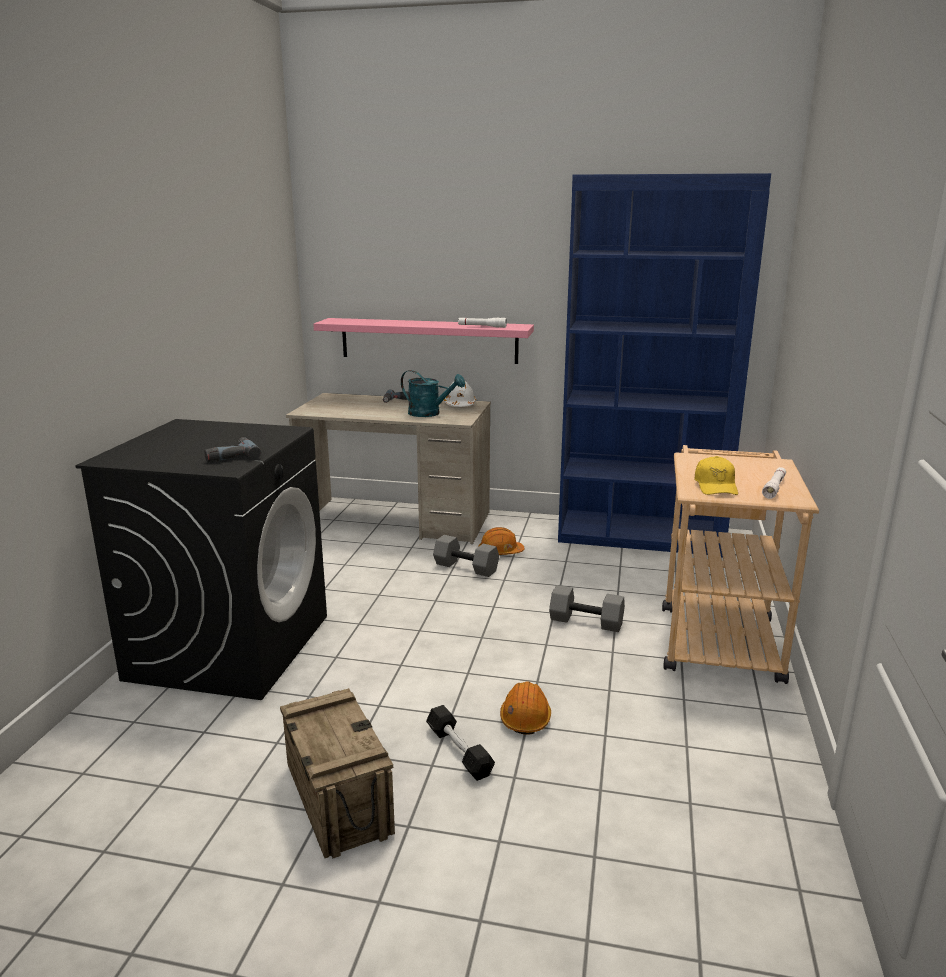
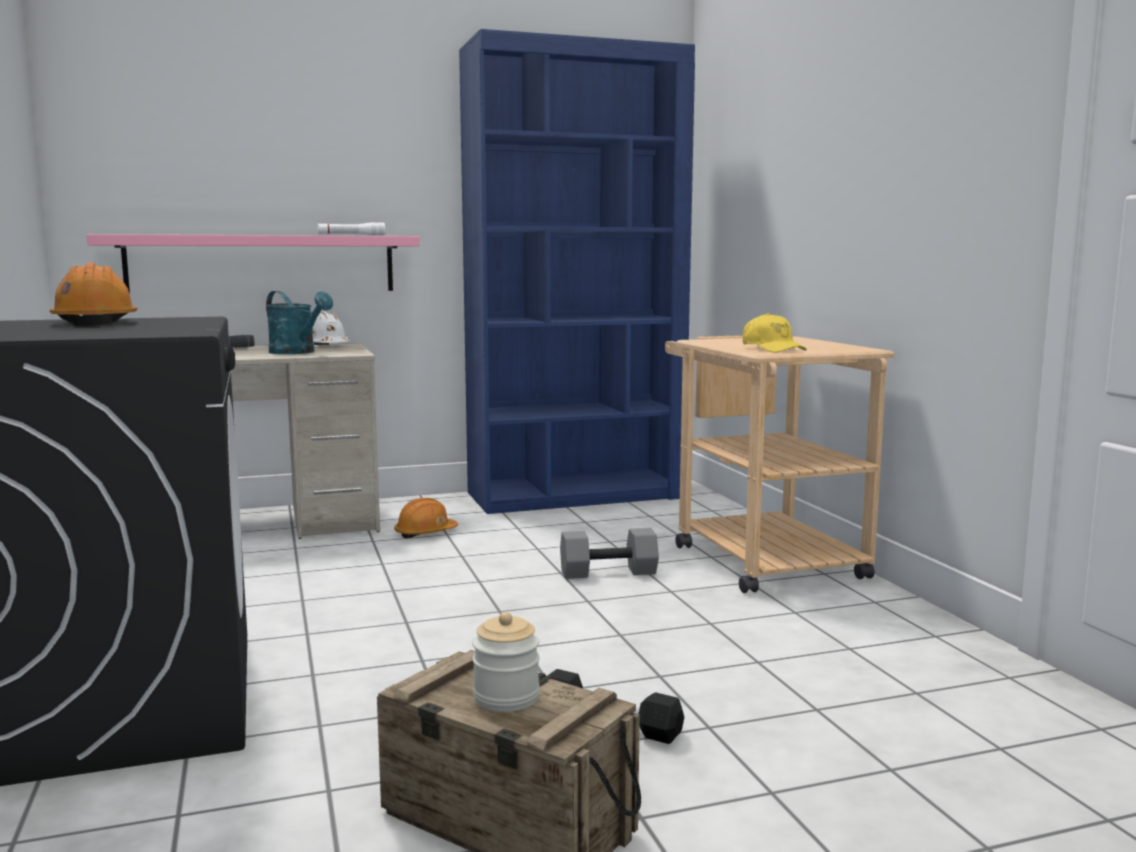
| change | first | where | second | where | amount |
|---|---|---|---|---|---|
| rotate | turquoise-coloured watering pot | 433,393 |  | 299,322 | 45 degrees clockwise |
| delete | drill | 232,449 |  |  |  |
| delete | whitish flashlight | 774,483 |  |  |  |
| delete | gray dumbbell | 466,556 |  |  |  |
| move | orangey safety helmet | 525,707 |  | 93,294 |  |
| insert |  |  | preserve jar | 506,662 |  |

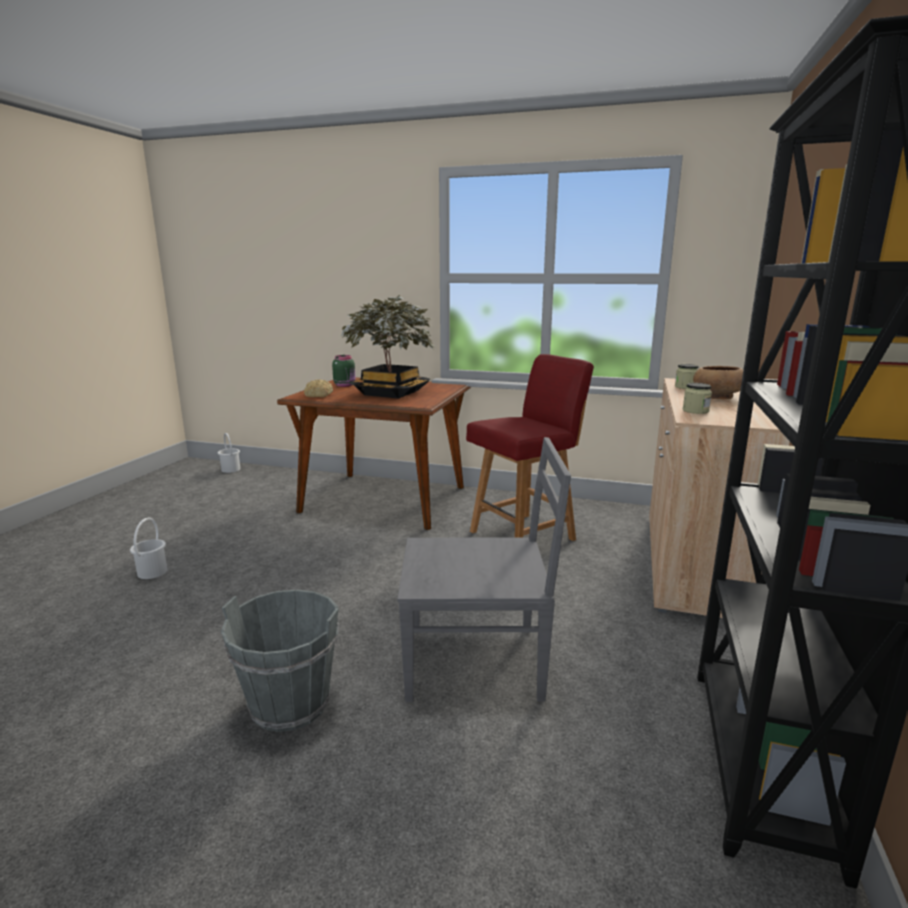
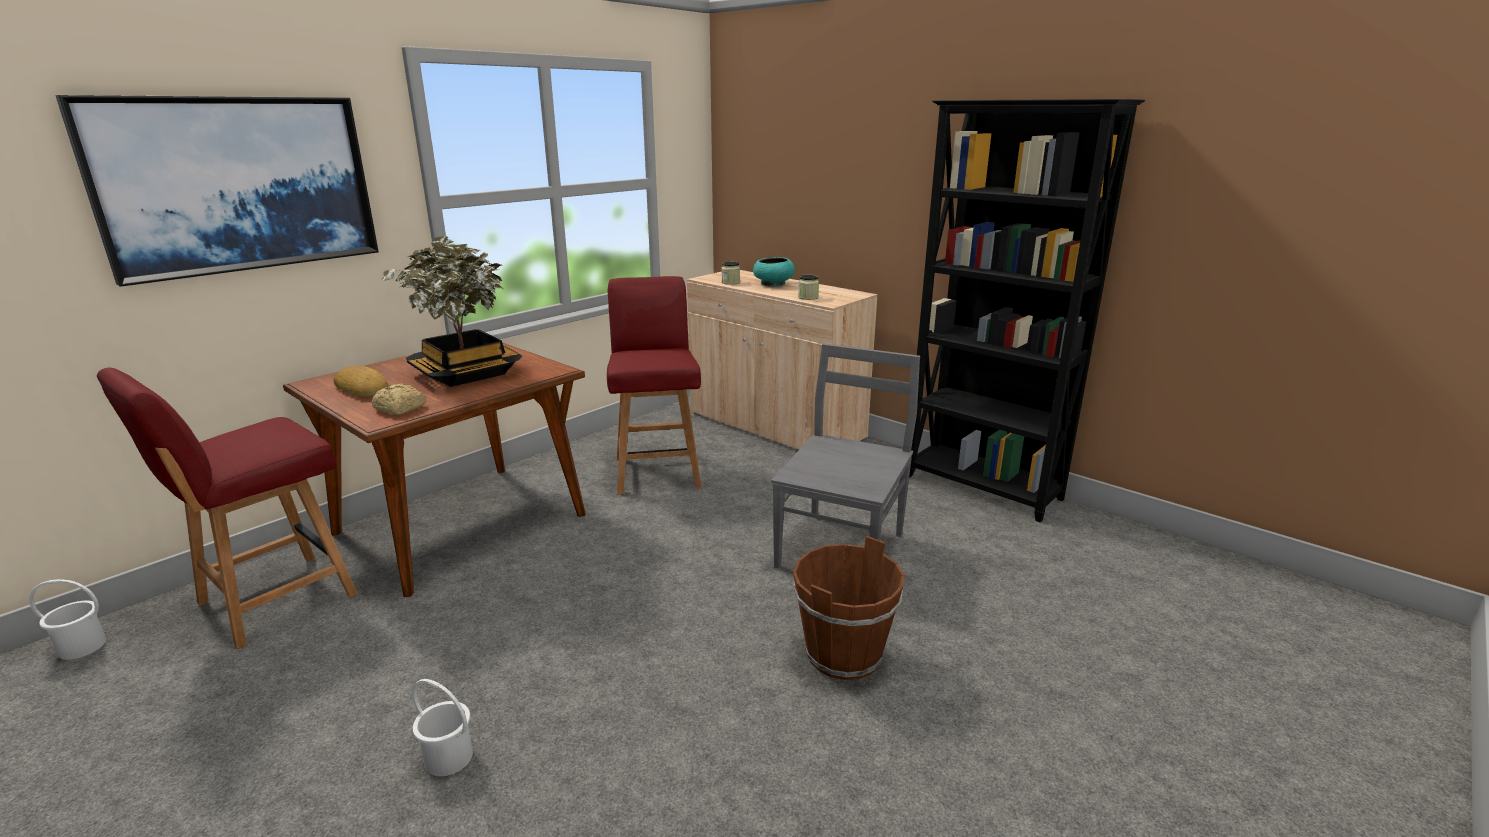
| change | first | where | second | where | amount |
|---|---|---|---|---|---|
| replace | green-coloured preserve jar | 344,371 | bread | 361,381 |  |
| recolor | brown bowl | 718,382 | turquoise-coloured bowl | 774,272 |  |
| recolor | gray bucket | 280,660 | brown bucket | 849,608 |  |
| insert |  |  | picture | 217,191 |  |
| insert |  |  | red upright chair | 227,508 |  |

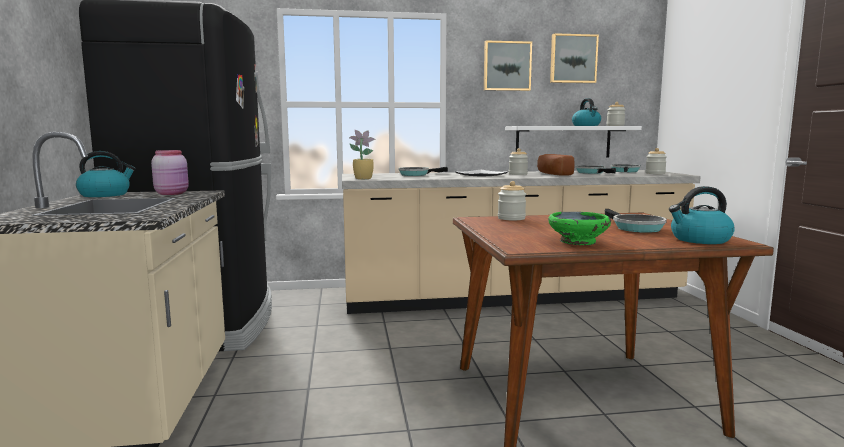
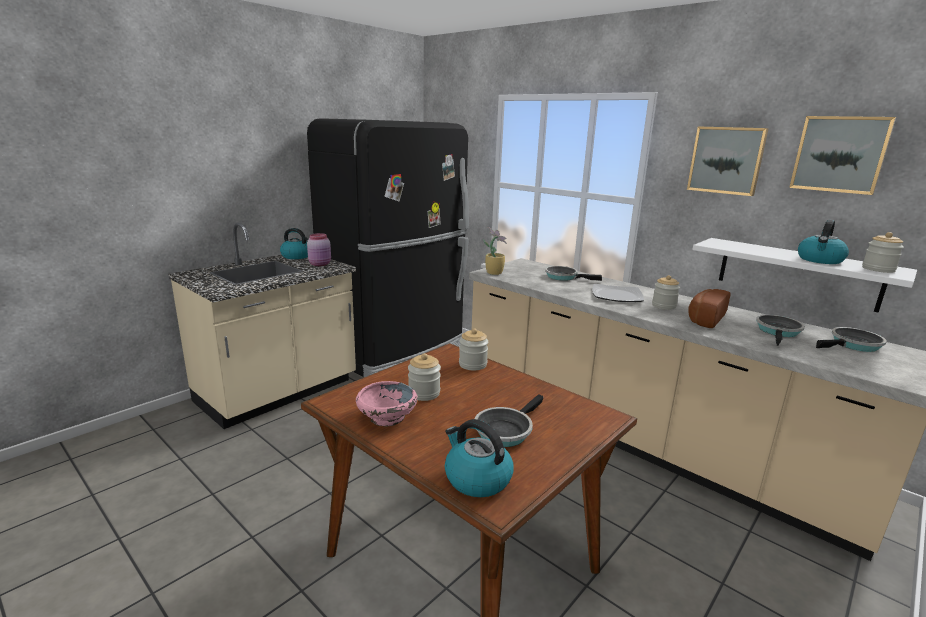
| change | first | where | second | where | amount |
|---|---|---|---|---|---|
| move | preserve jar | 656,161 |  | 424,377 |  |
| recolor | green-coloured bowl | 579,228 | pink bowl | 387,404 |  |

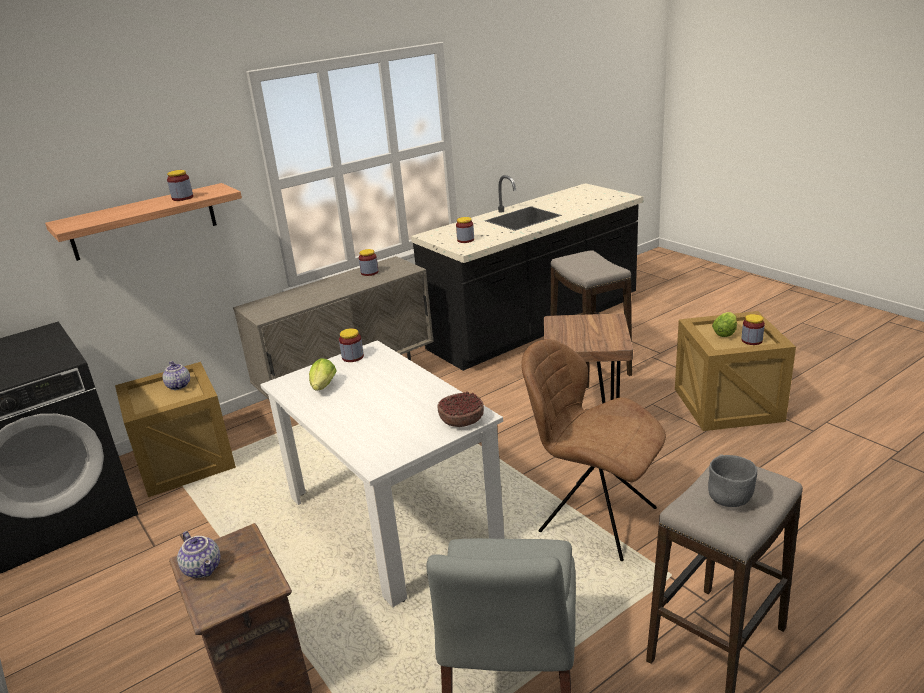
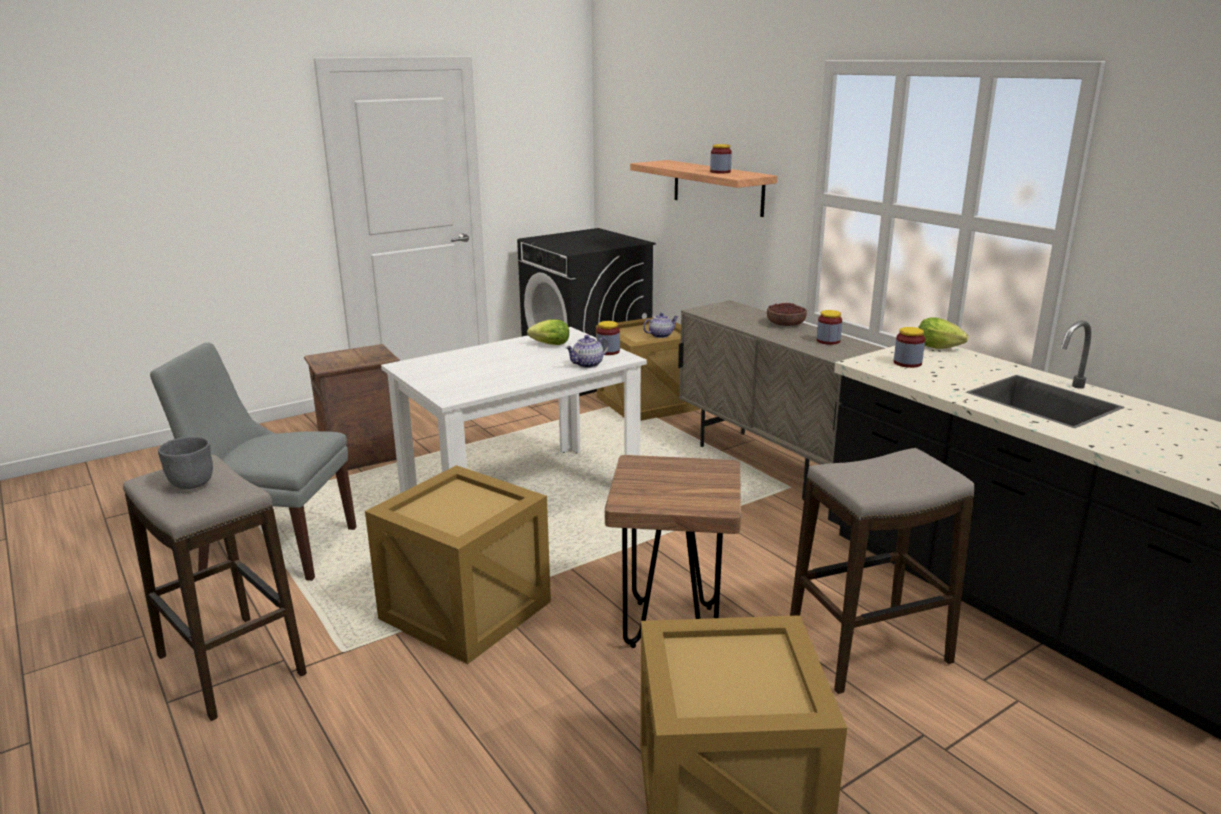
| change | first | where | second | where | amount |
|---|---|---|---|---|---|
| move | head of lettuce | 724,324 |  | 943,333 |  |
| delete | preserve jar | 753,329 |  |  |  |
| replace | brown upright chair | 593,450 | packing crate | 458,564 |  |
| move | bowl | 461,409 |  | 787,314 |  |
| move | tea pot | 198,554 |  | 587,351 |  |

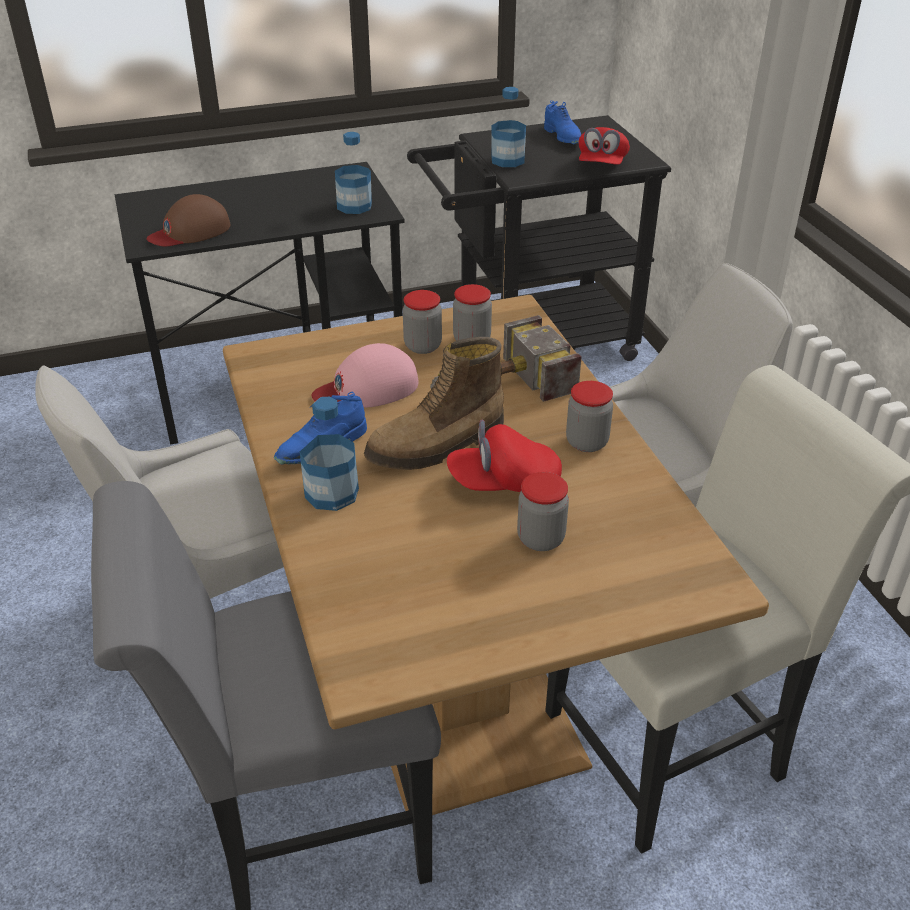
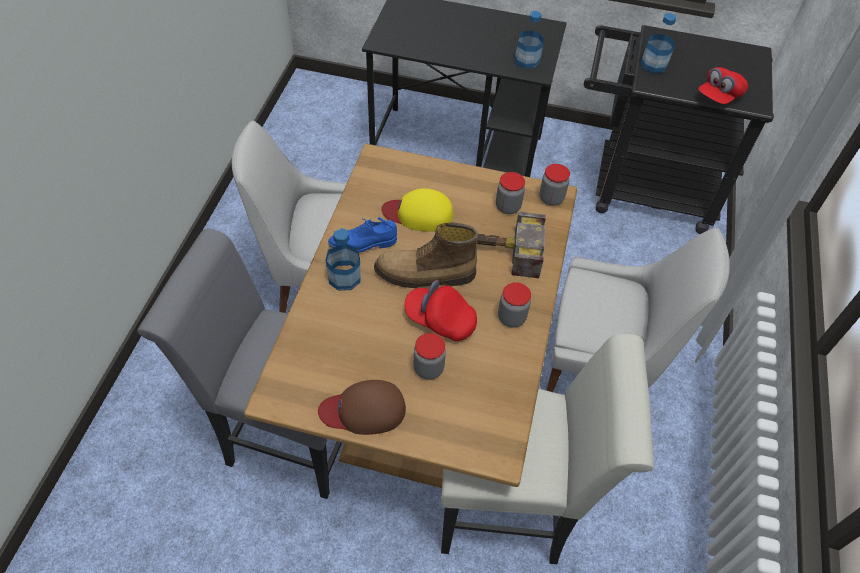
| change | first | where | second | where | amount |
|---|---|---|---|---|---|
| delete | bluish item of footwear | 562,122 |  |  |  |
| move | brown baseball cap | 188,220 |  | 362,407 |  |
| move | preserve jar | 422,322 |  | 554,185 |  |
| recolor | pink baseball cap | 364,375 | yellow baseball cap | 417,210 |  |

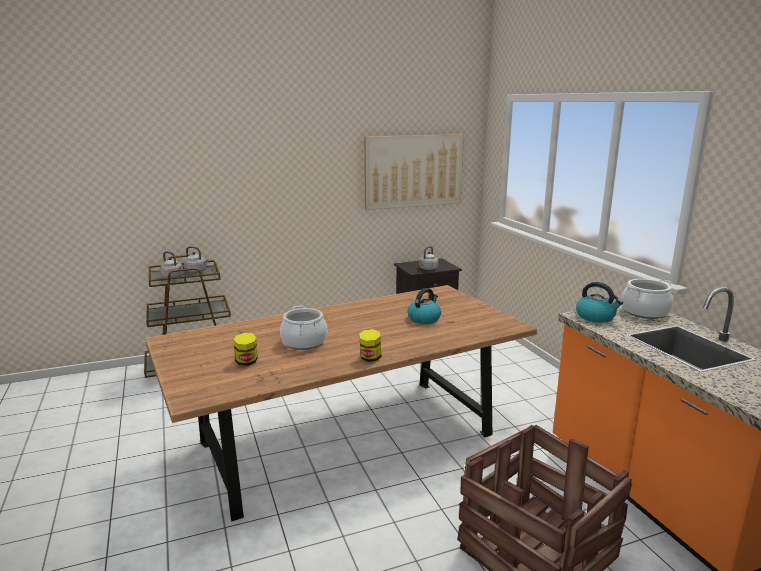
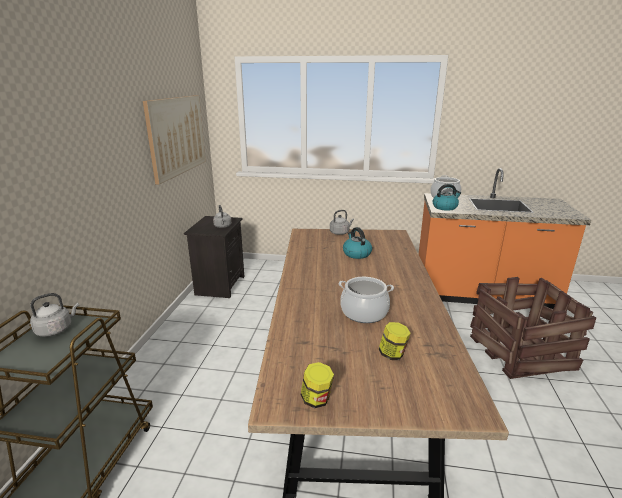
| change | first | where | second | where | amount |
|---|---|---|---|---|---|
| move | gray tea kettle | 172,264 |  | 342,222 |  |
| move | preserve jar | 370,345 |  | 317,385 |  |

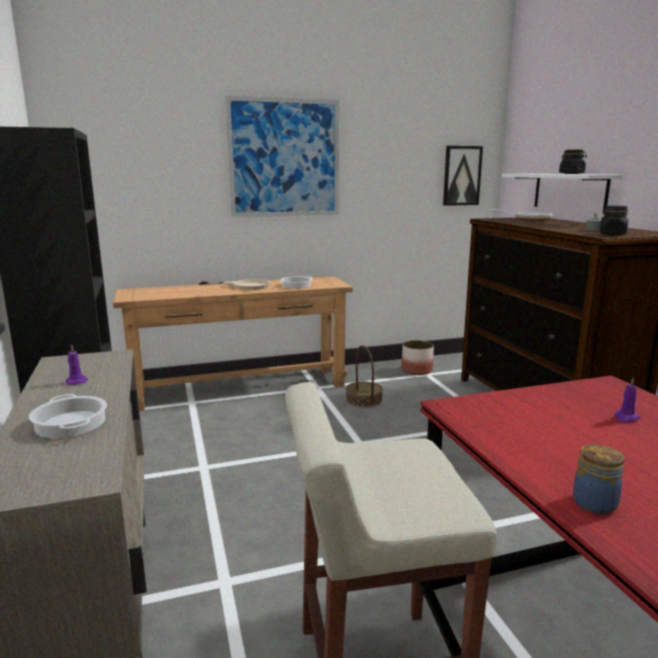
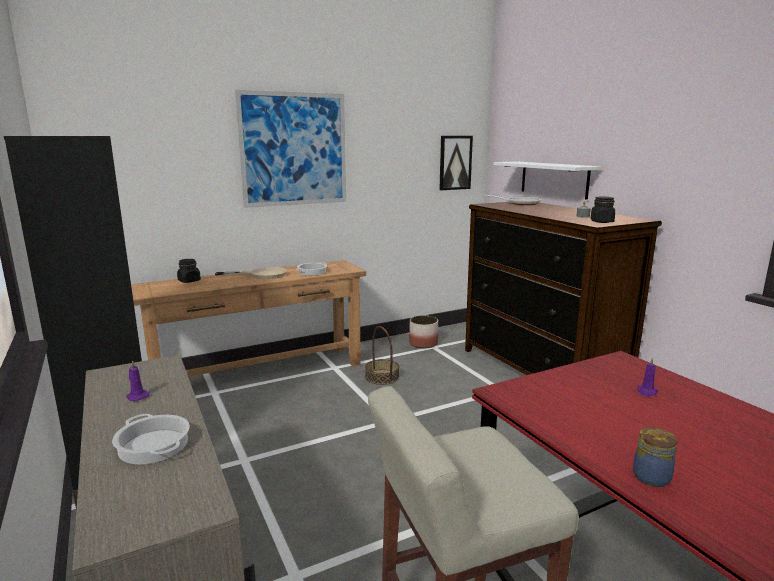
| change | first | where | second | where | amount |
|---|---|---|---|---|---|
| move | blackish preserve jar | 573,162 |  | 189,271 |  |

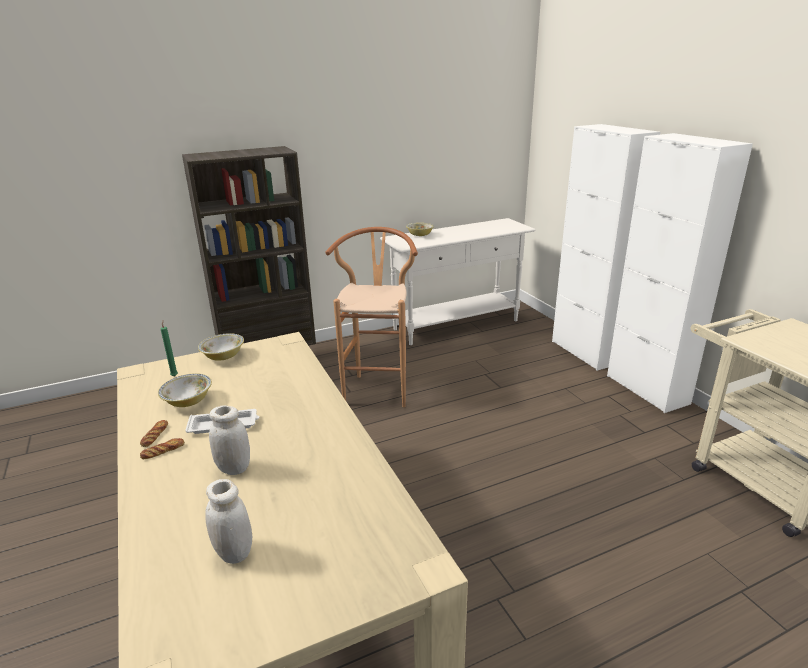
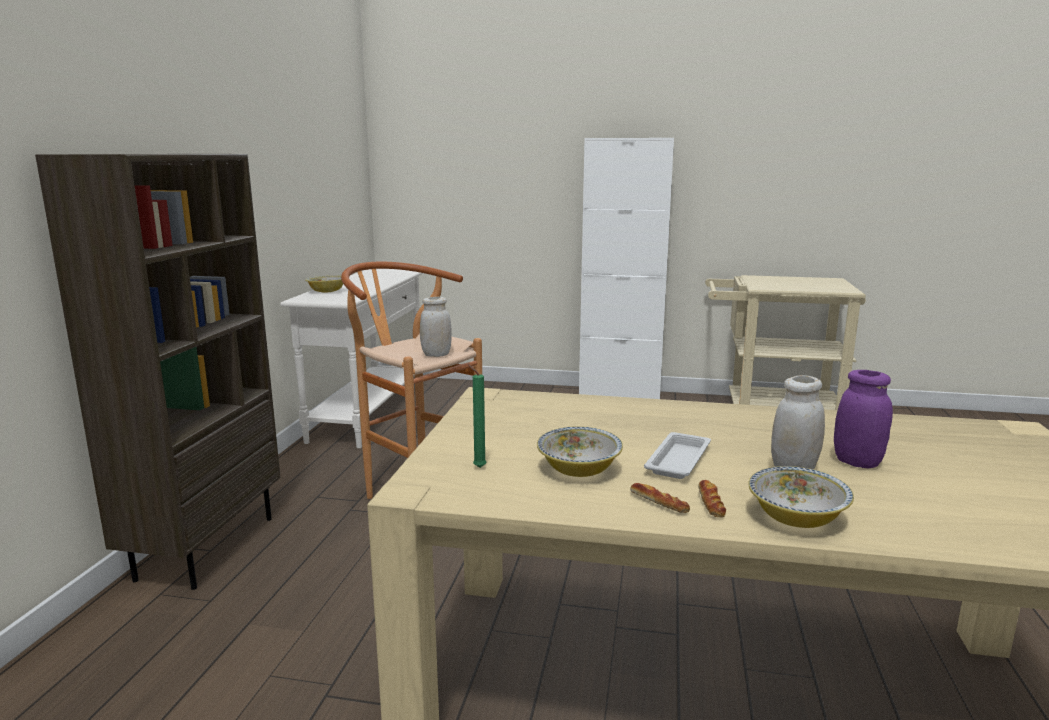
| change | first | where | second | where | amount |
|---|---|---|---|---|---|
| delete | whitish storage cabinet | 606,247 |  |  |  |
| move | bowl | 221,347 |  | 801,497 |  |
| move | whitish preserve jar | 228,521 |  | 436,327 |  |
| insert |  |  | purple-coloured preserve jar | 863,419 |  |

